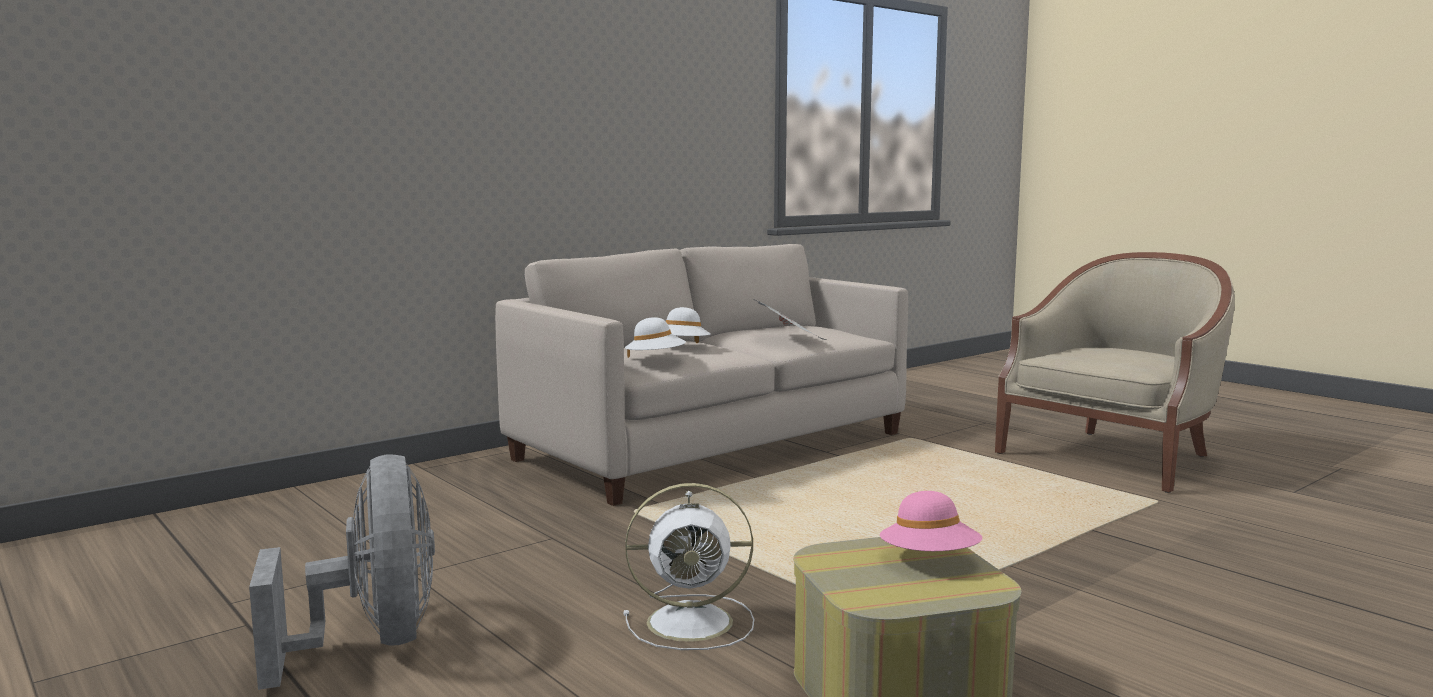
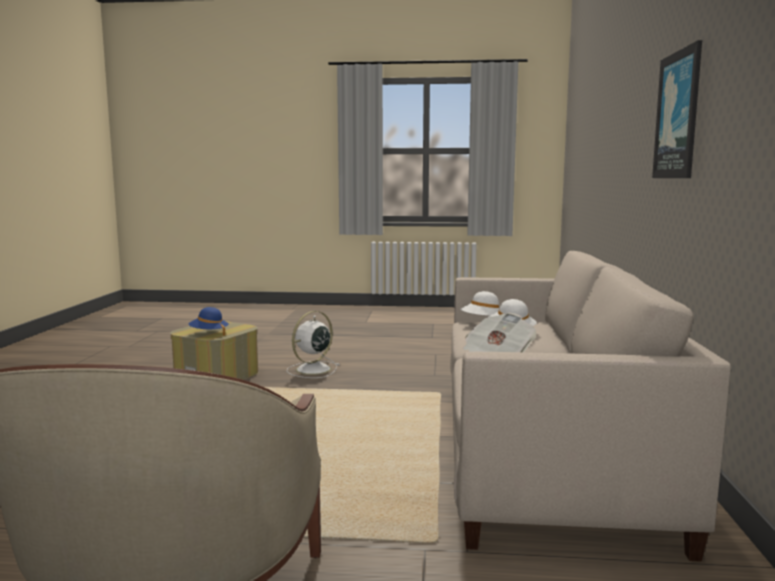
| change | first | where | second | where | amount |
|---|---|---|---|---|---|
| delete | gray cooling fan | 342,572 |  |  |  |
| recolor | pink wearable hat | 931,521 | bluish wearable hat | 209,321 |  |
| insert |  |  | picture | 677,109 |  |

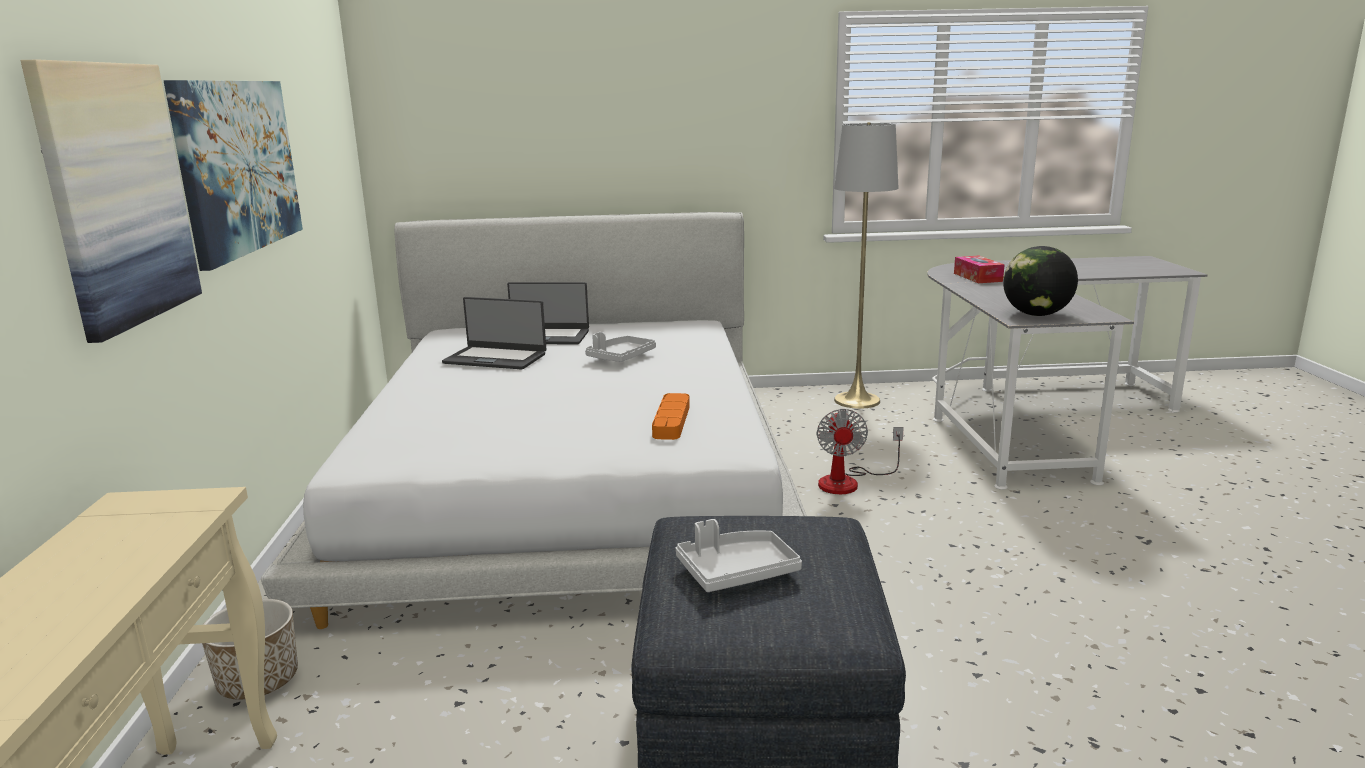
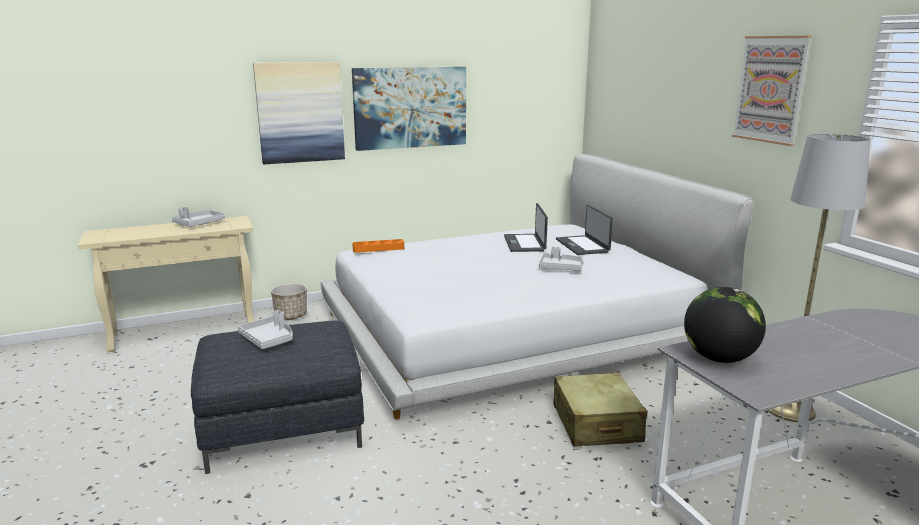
| change | first | where | second | where | amount |
|---|---|---|---|---|---|
| delete | box of tissues | 979,269 |  |  |  |
| move | orangey serving tray | 671,416 |  | 378,246 |  |
| replace | cooling fan | 860,451 | sand-coloured suitcase | 600,409 |  |
| insert |  |  | picture | 771,91 |  |
| insert |  |  | gray serving tray | 198,217 |  |

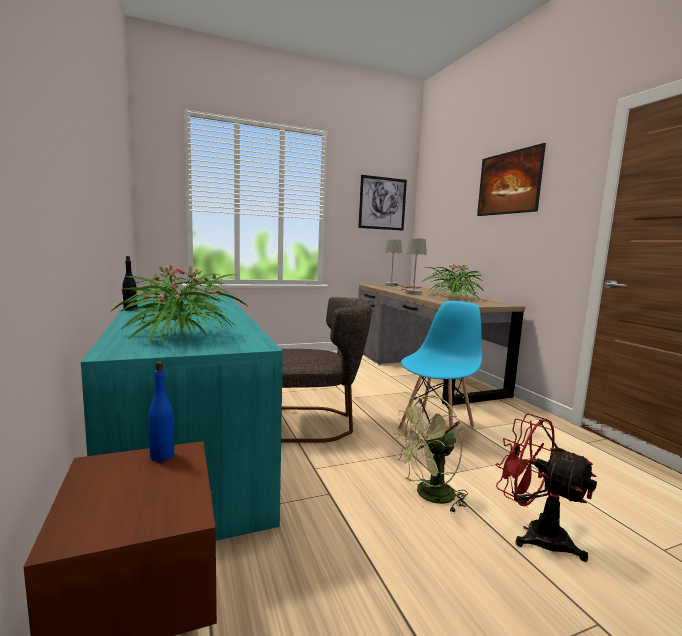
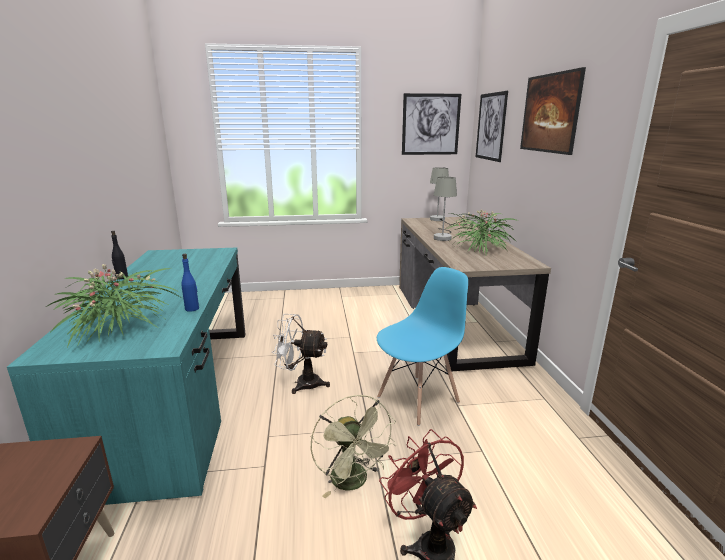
| change | first | where | second | where | amount |
|---|---|---|---|---|---|
| replace | gray upright chair | 326,370 | whitish cooling fan | 301,354 |  |
| move | bluish beverage bottle | 161,412 |  | 190,283 |  |
| rotate | green-coloured cooling fan | 430,453 |  | 353,446 | 105 degrees counterclockwise |
| insert |  |  | picture | 492,126 |  |

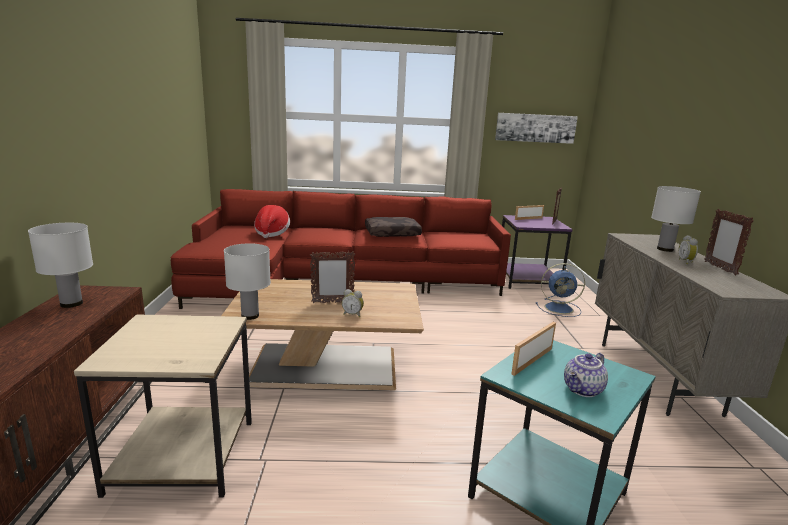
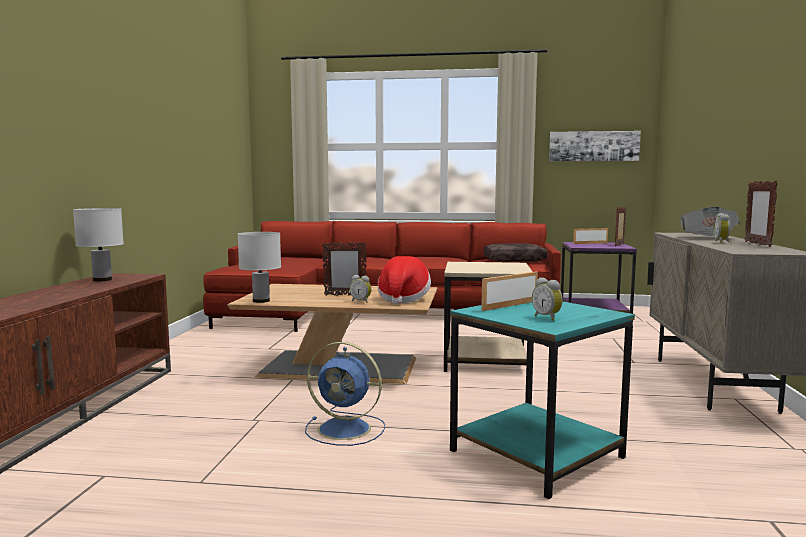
| change | first | where | second | where | amount |
|---|---|---|---|---|---|
| replace | whitish table lamp | 676,219 | newspaper | 710,221 |  |
| move | wearable hat | 272,221 |  | 404,280 |  |
| move | brown throw pillow | 393,227 |  | 515,253 |  |
| move | bluish cooling fan | 560,290 |  | 345,394 |  |
| move | sand-coloured end table | 163,406 |  | 488,317 |  |
| replace | tea pot | 586,375 | bedside clock | 547,299 |  |

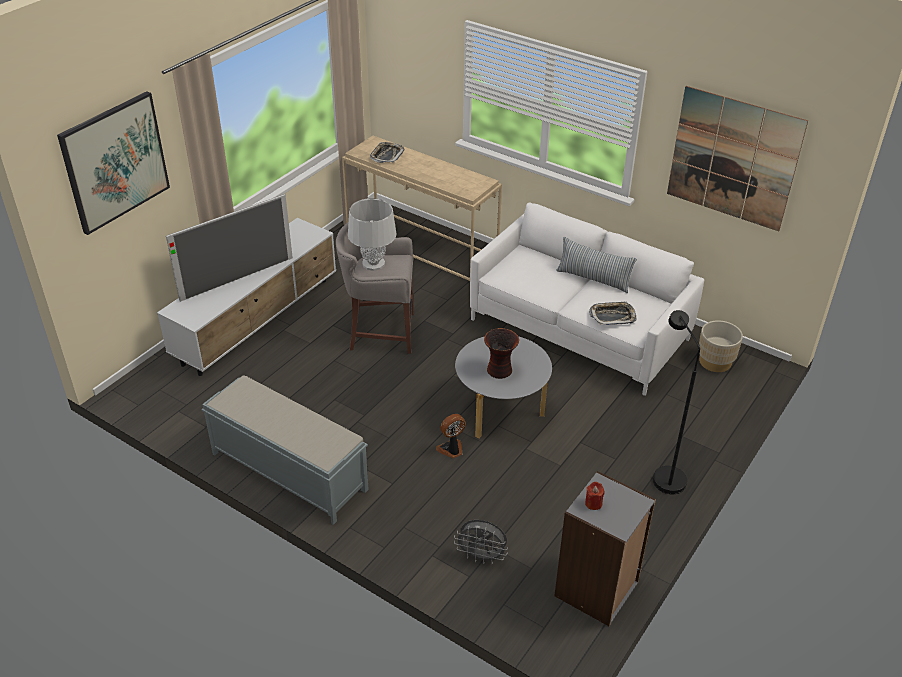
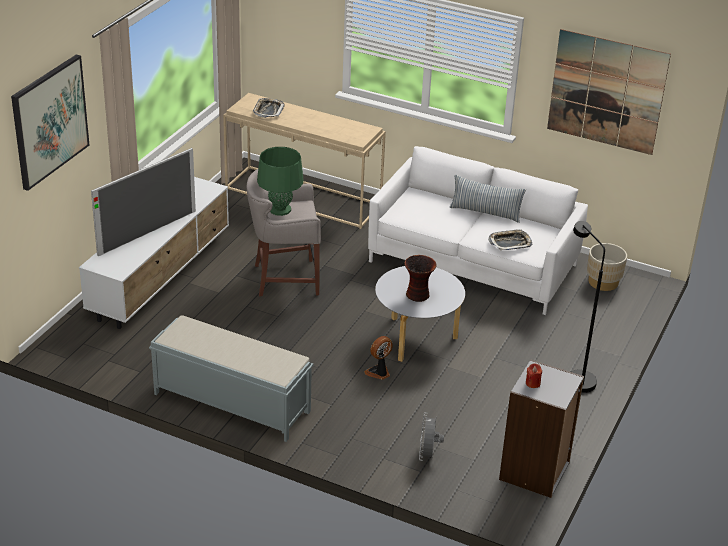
| change | first | where | second | where | amount |
|---|---|---|---|---|---|
| recolor | gray table lamp | 372,234 | green-coloured table lamp | 280,181 |  |
| rotate | gray cooling fan | 481,542 |  | 431,436 | 90 degrees clockwise |

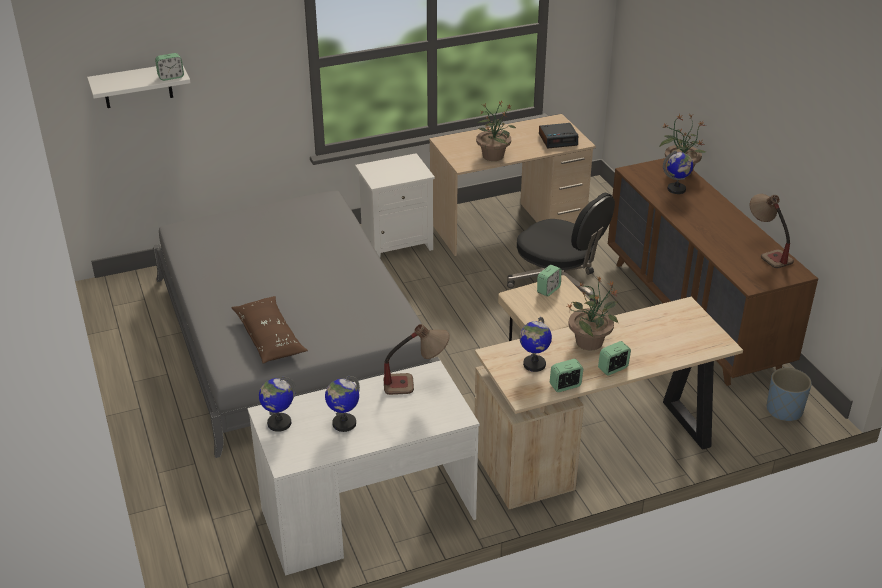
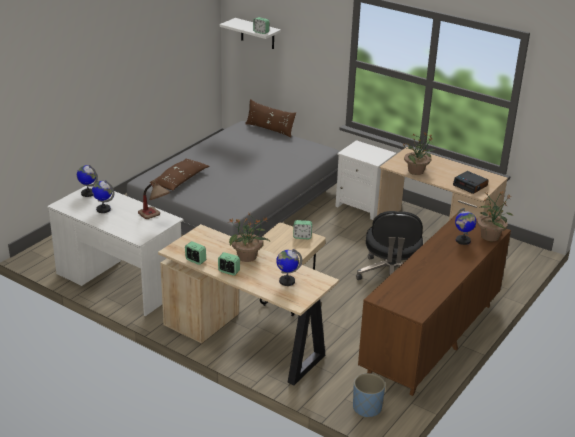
| change | first | where | second | where | amount |
|---|---|---|---|---|---|
| delete | table lamp | 772,231 |  |  |  |
| move | world globe | 535,344 |  | 289,267 |  |
| insert |  |  | brown throw pillow | 270,118 |  |

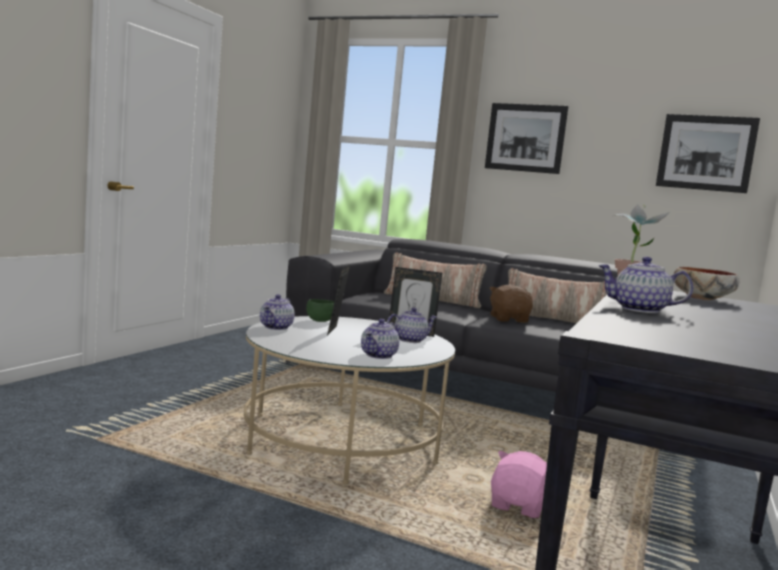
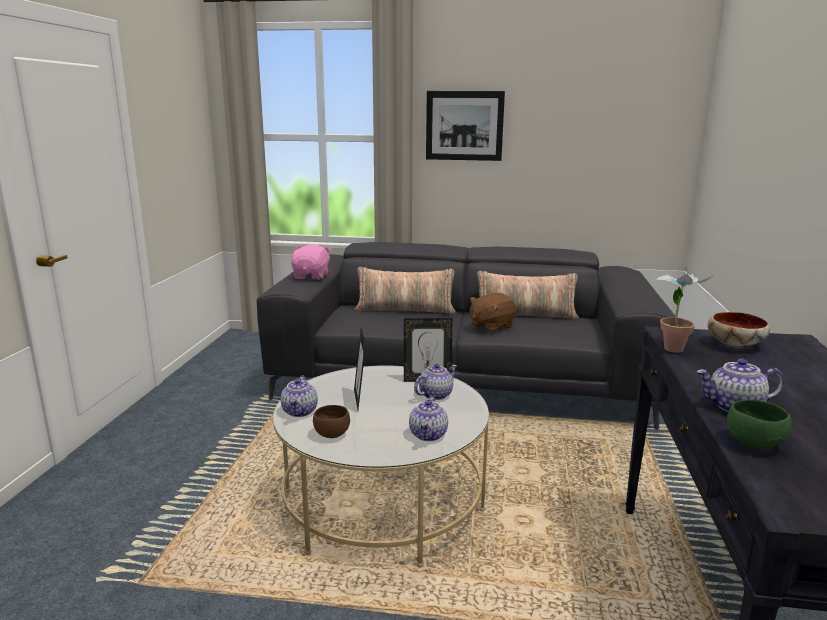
| change | first | where | second | where | amount |
|---|---|---|---|---|---|
| delete | picture | 708,153 |  |  |  |
| rotate | brown cuddly toy | 511,304 |  | 493,313 | 105 degrees counterclockwise |
| move | green-coloured bowl | 320,310 |  | 759,425 |  |
| move | pink cuddly toy | 519,485 |  | 311,262 |  |
| insert |  |  | brown bowl | 331,421 |  |

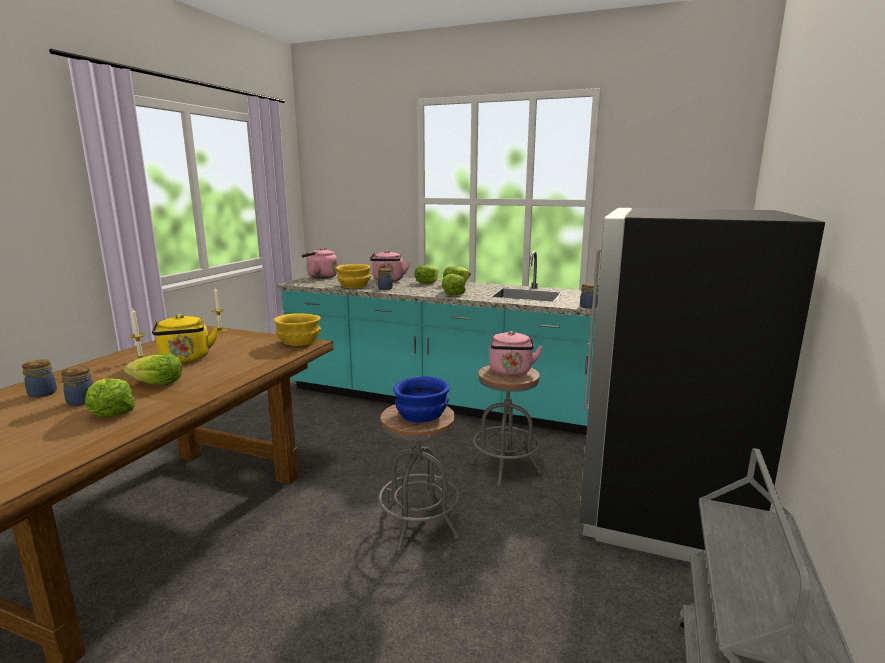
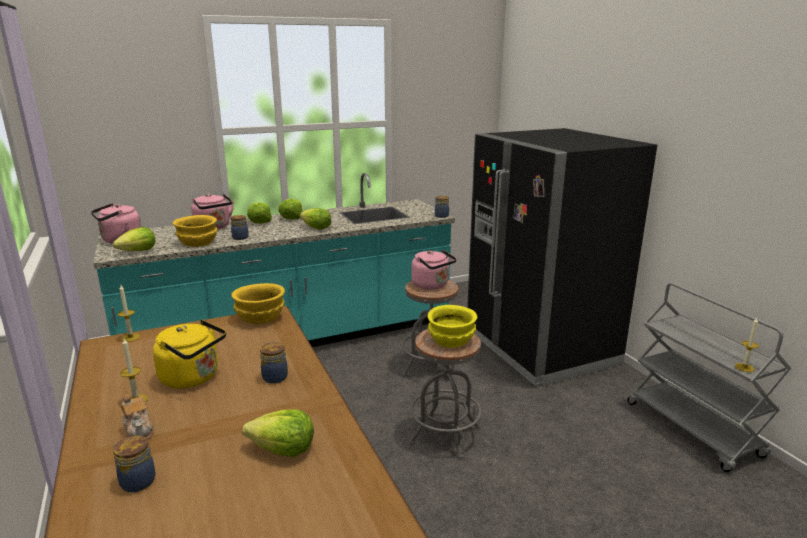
| change | first | where | second | where | amount |
|---|---|---|---|---|---|
| move | head of lettuce | 153,369 |  | 134,239 |  |
| move | preserve jar | 77,386 |  | 274,363 |  |
| recolor | bluish bowl | 421,399 | yellow bowl | 452,326 |  |
| insert |  |  | candle | 747,345 |  |
| insert |  |  | tea pot | 137,416 |  |

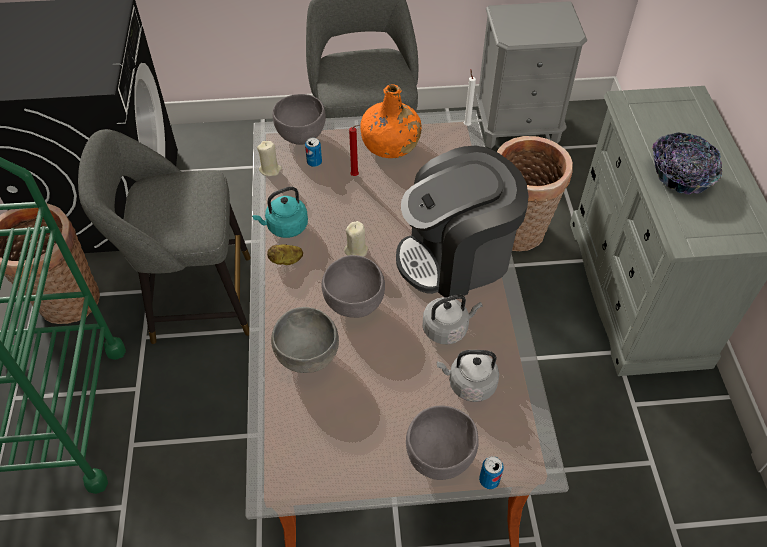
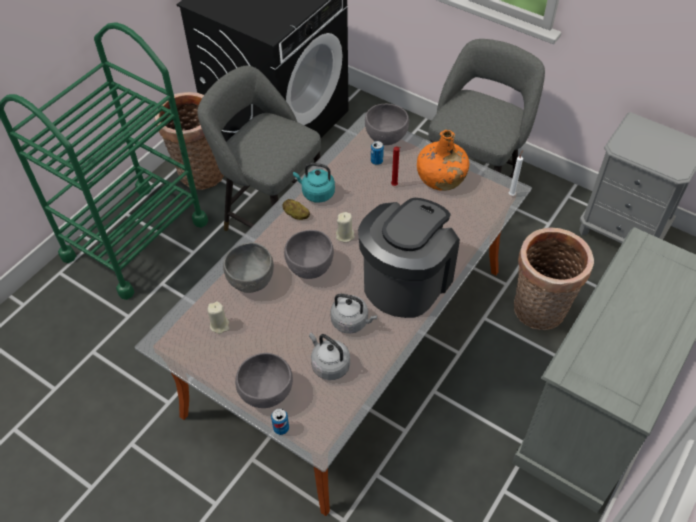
| change | first | where | second | where | amount |
|---|---|---|---|---|---|
| delete | bowl | 687,163 |  |  |  |
| move | sand-coloured candle | 269,158 |  | 218,317 |  |
| rotate | coffee machine | 462,221 |  | 409,258 | 105 degrees clockwise |

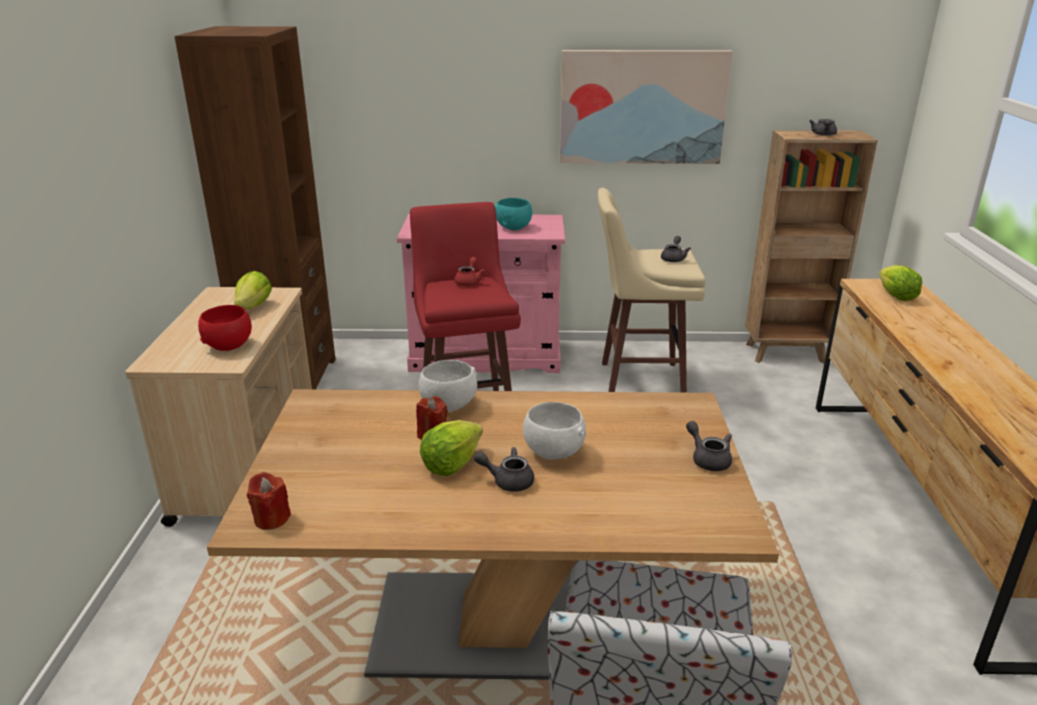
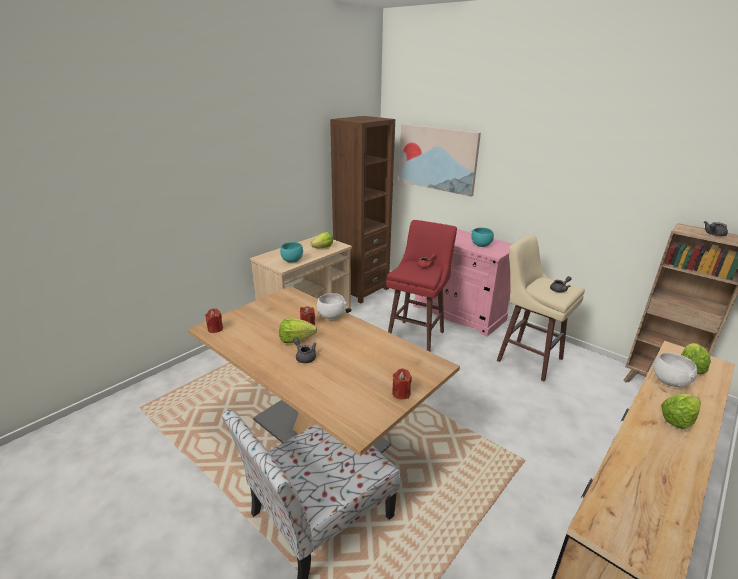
| change | first | where | second | where | amount |
|---|---|---|---|---|---|
| move | picture | 646,107 |  | 440,160 |  |
| recolor | red bowl | 225,328 | turquoise-coloured bowl | 291,252 |  |
| move | whitish bowl | 554,431 |  | 675,369 |  |
| replace | gray tea pot | 709,446 | red candle | 402,384 |  |
| insert |  |  | head of lettuce | 681,411 |  |

